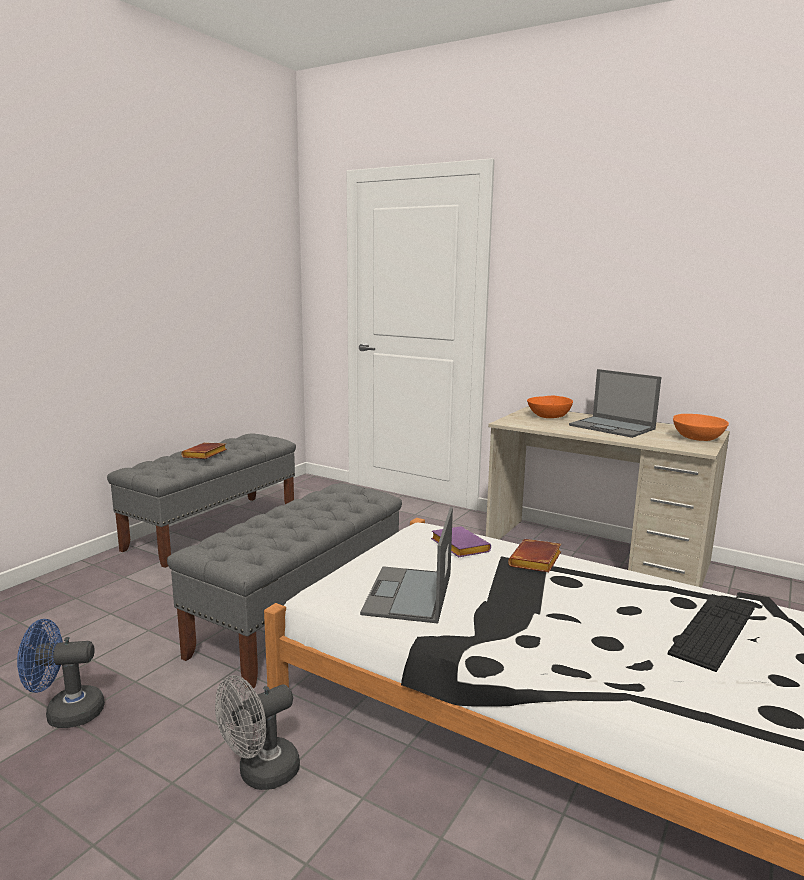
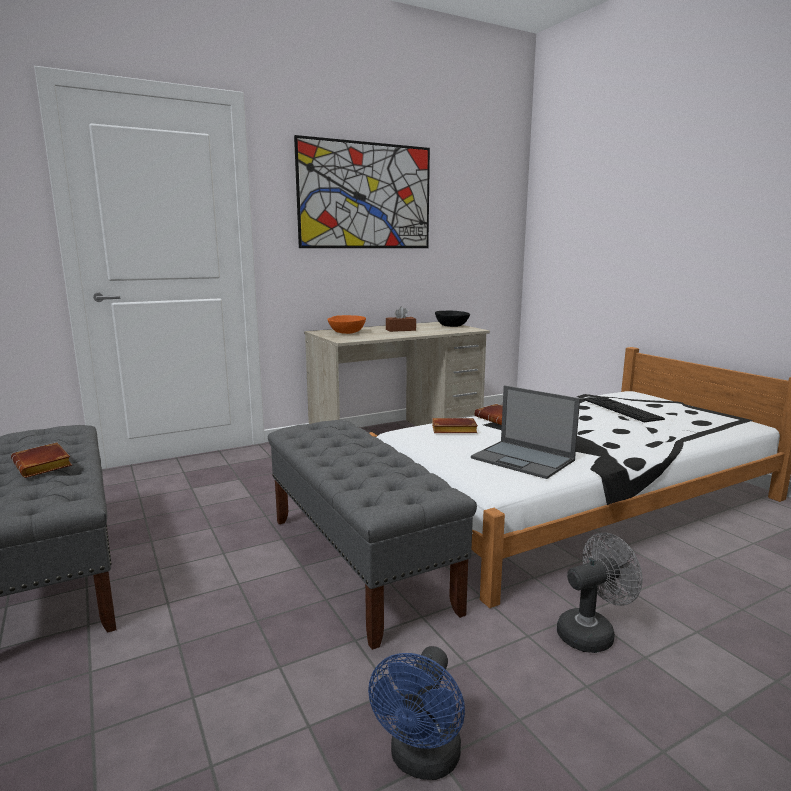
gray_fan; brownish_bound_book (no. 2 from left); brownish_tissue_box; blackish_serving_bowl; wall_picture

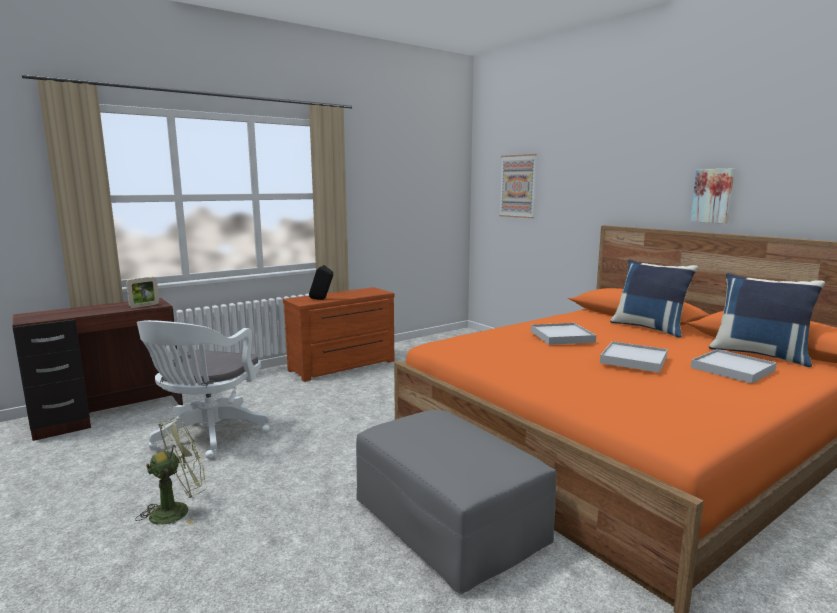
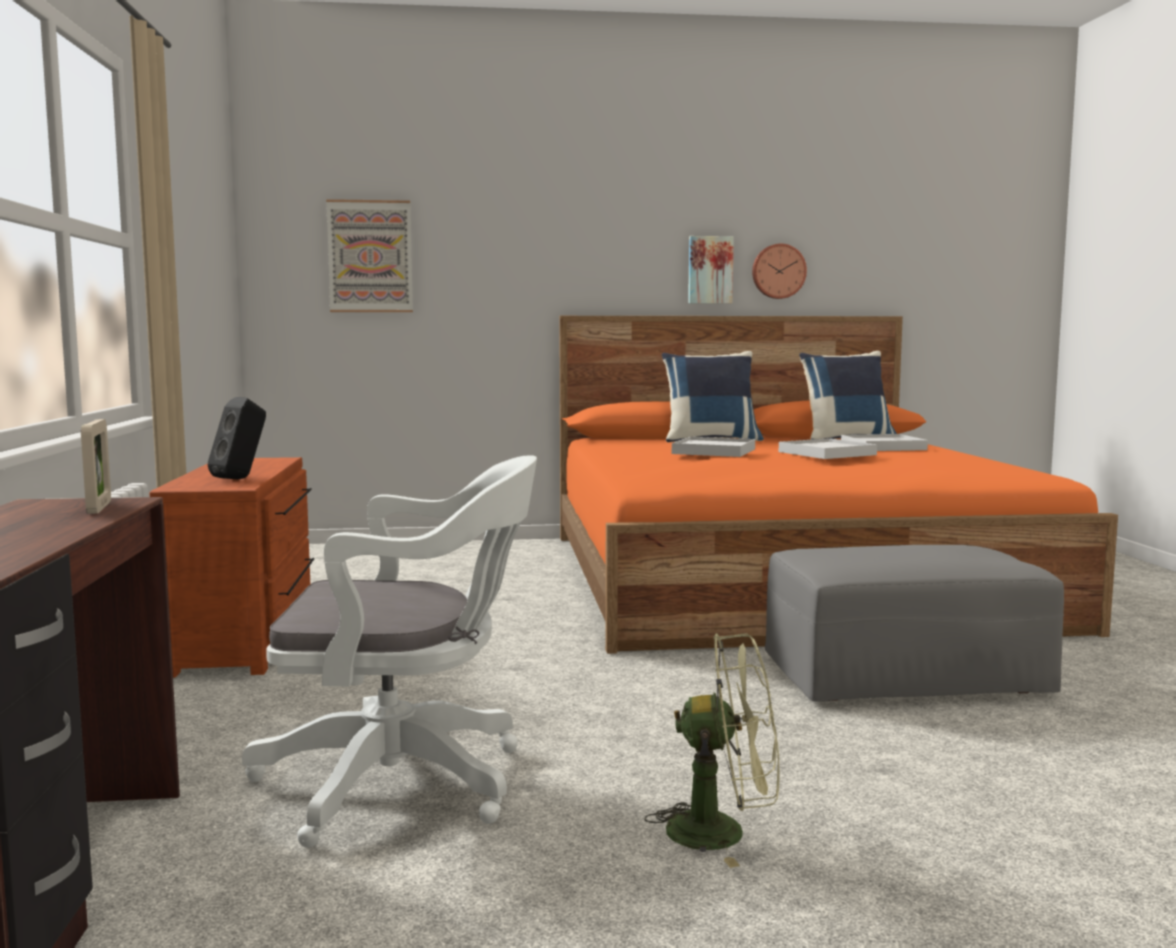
green_fan; white_office_chair; hanging_clock

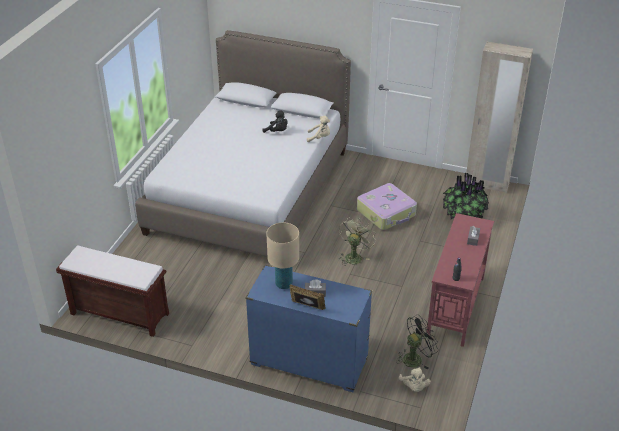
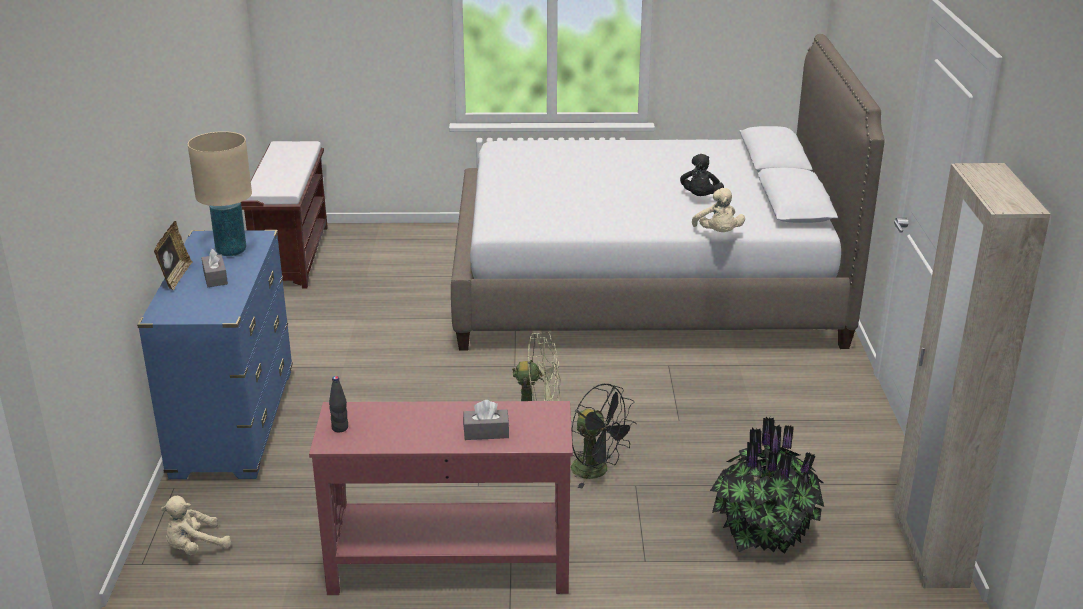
travel_case; blackish_fan

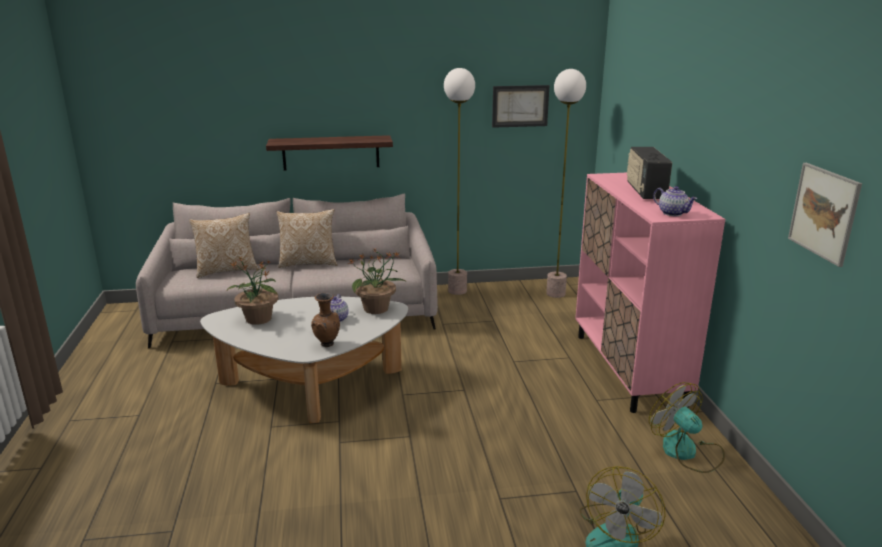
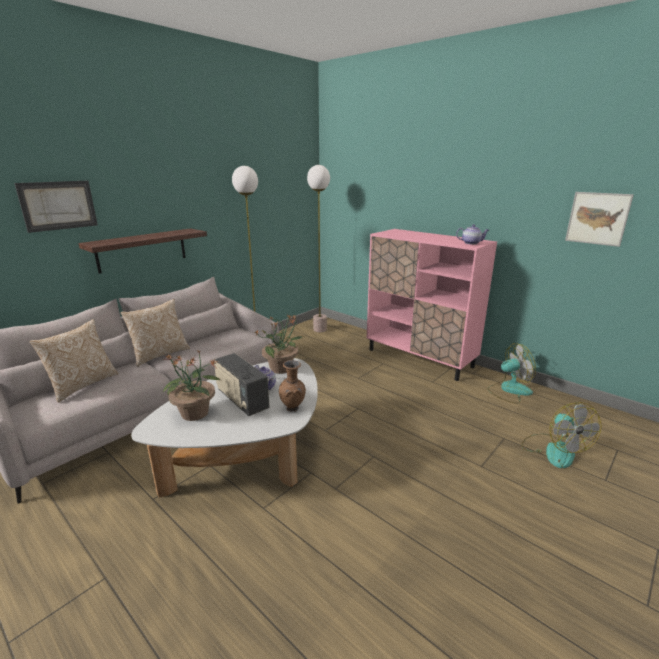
wall_picture (no. 1 from left); radio_set; fan (no. 1 from left)

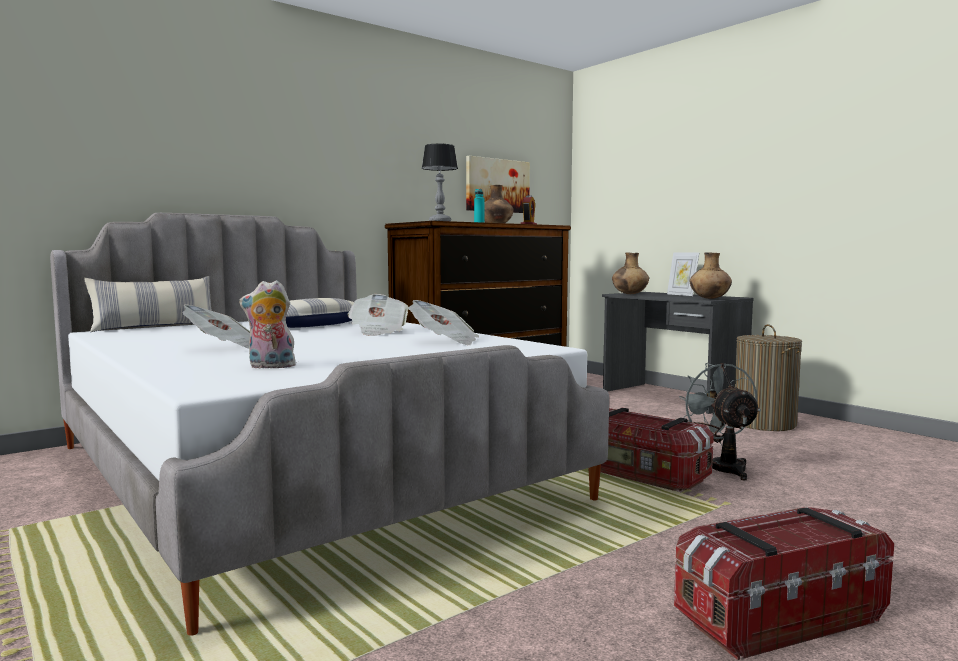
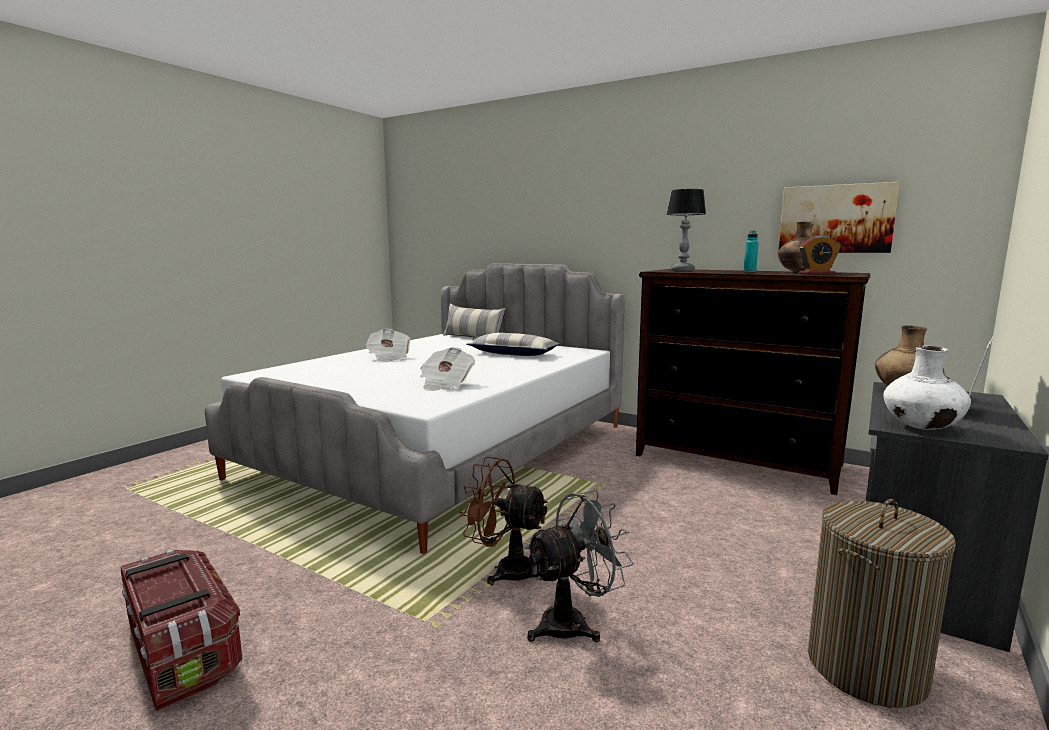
cuddly_toy; newspaper (no. 2 from left in the first image); brownish_fan; white_vase

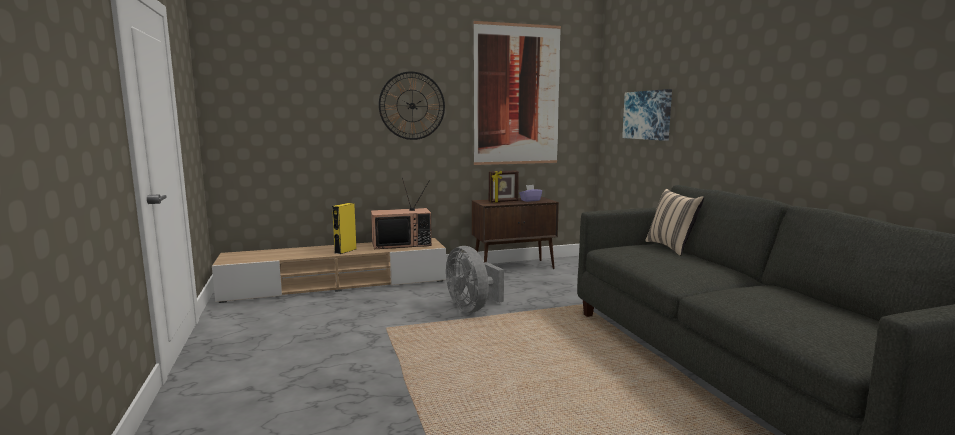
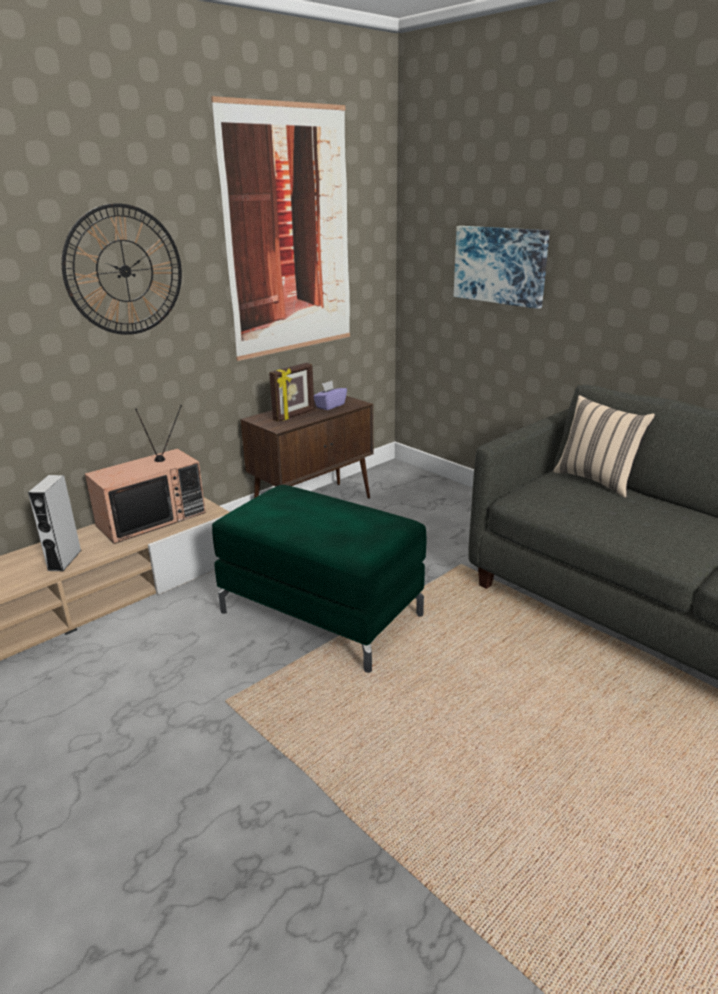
gray_loudspeaker; green_ottoman

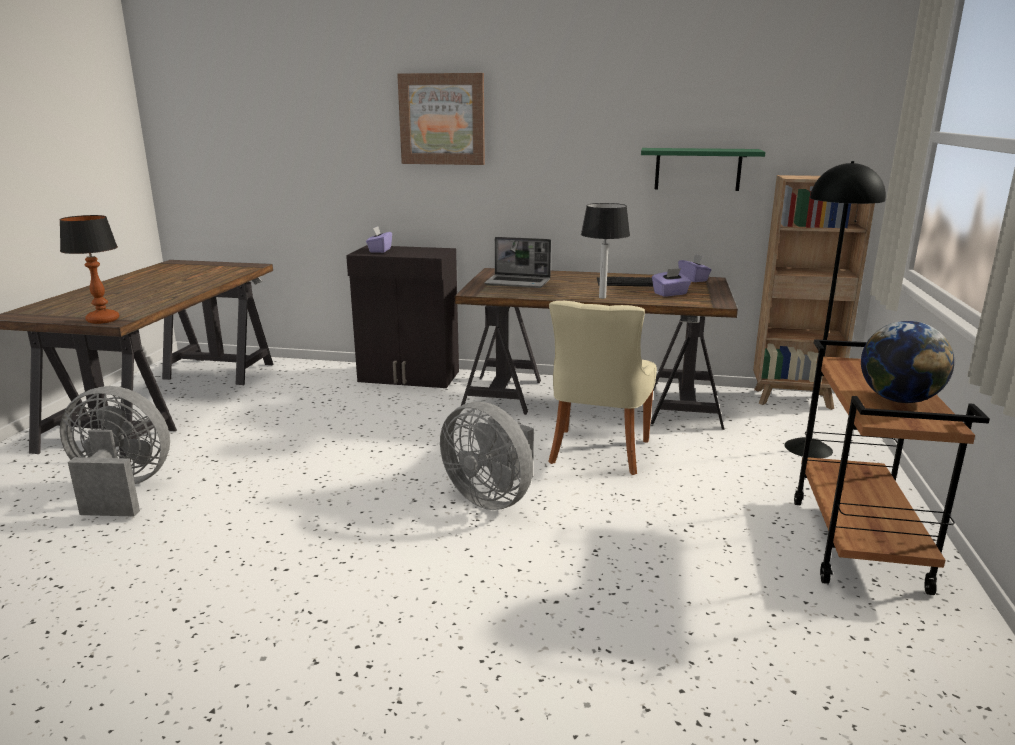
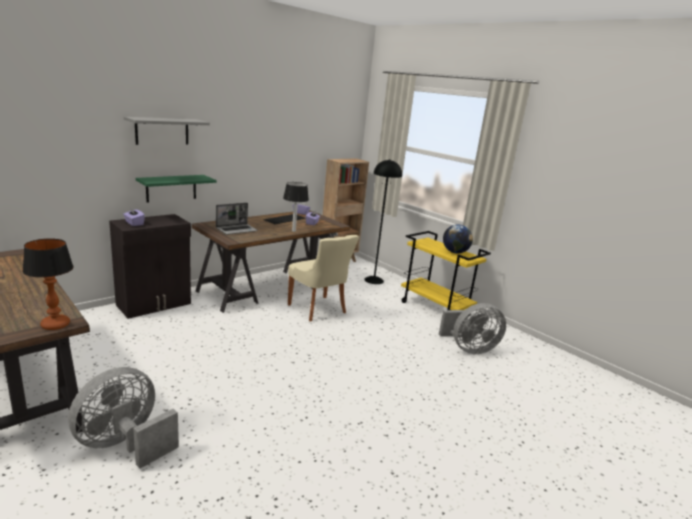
gray_bracket_shelf; gray_fan (no. 2 from left); green_bracket_shelf; yellowish_wheeled_cart

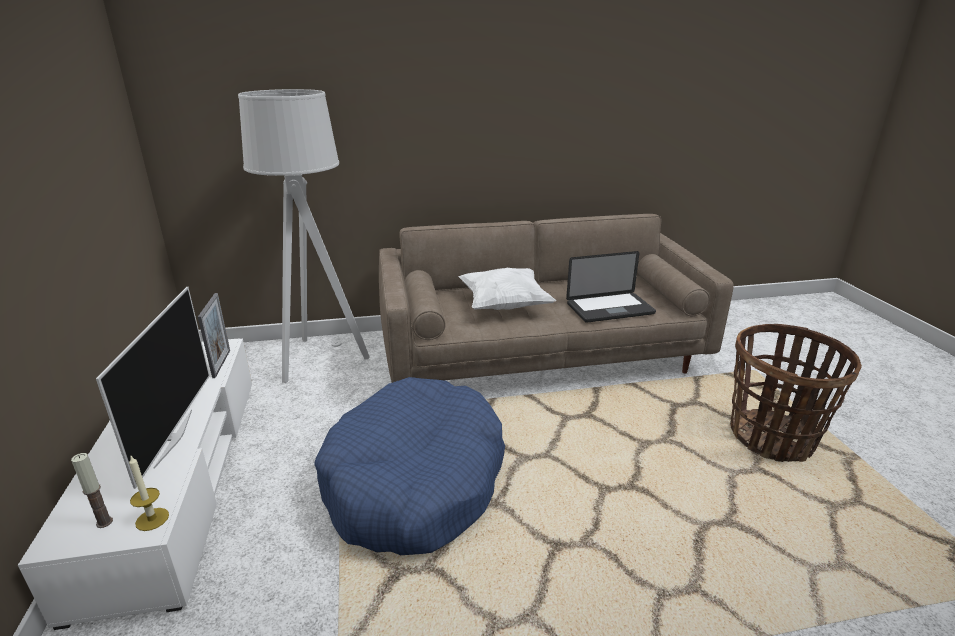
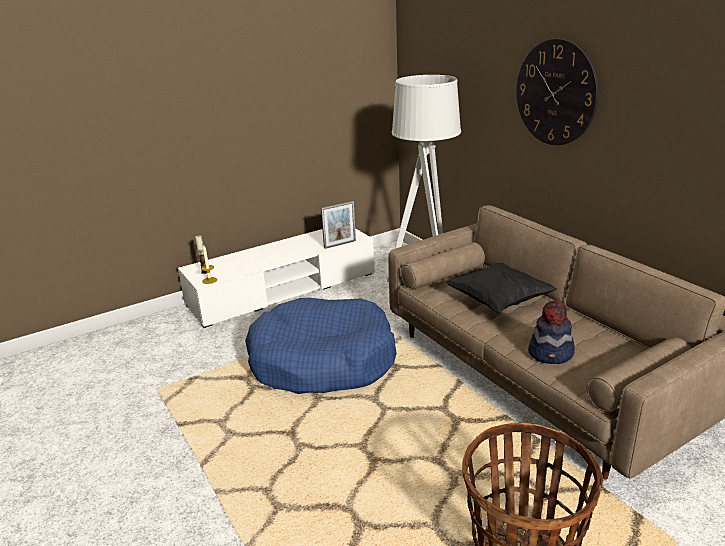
television; blackish_pillow; hat; hanging_clock

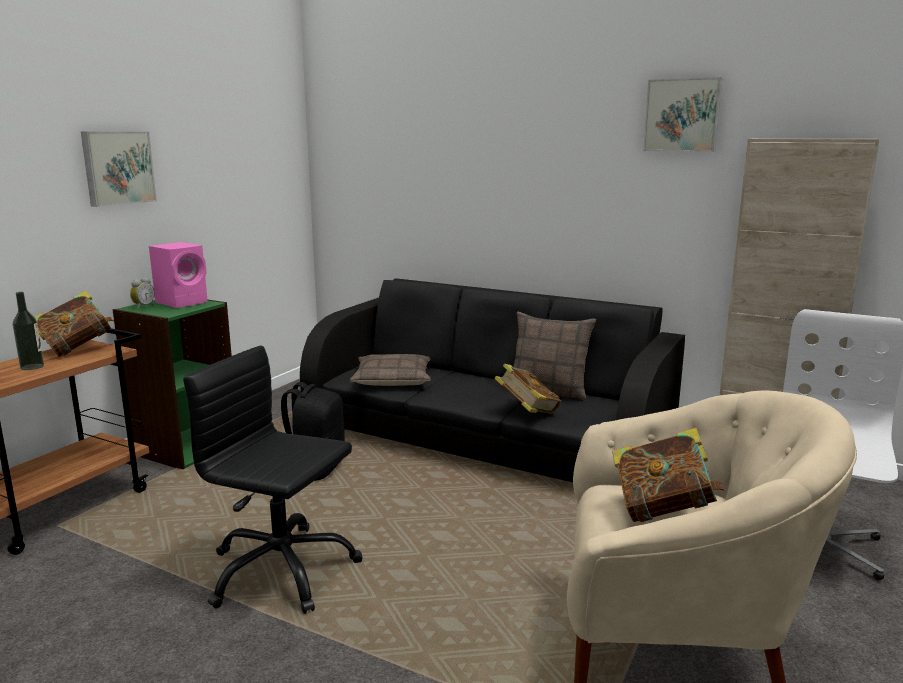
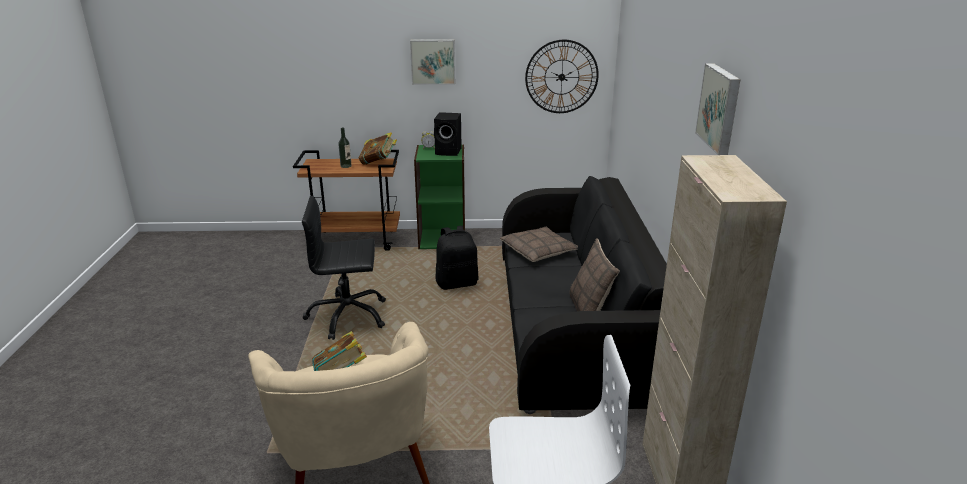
blackish_loudspeaker; blackish_office_chair; bound_book (no. 2 from left in the first image); hanging_clock

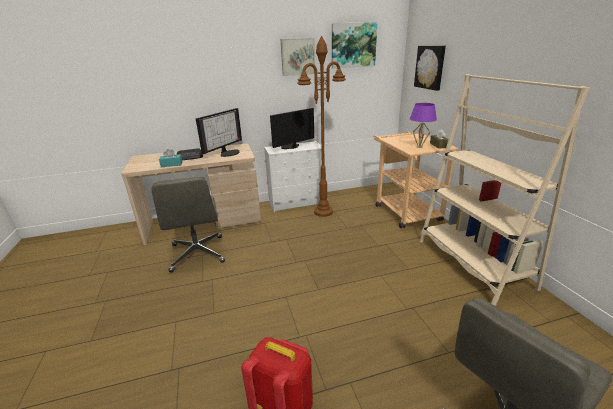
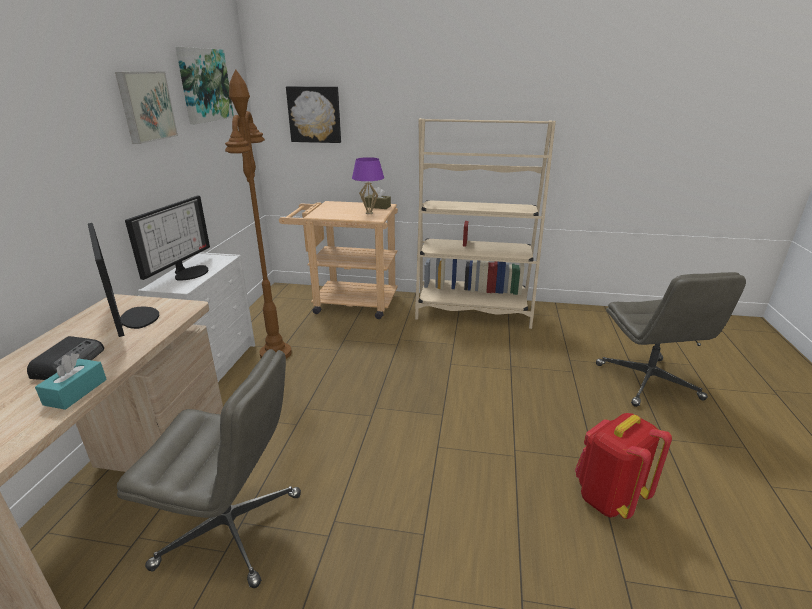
computer_screen (no. 2 from left)

